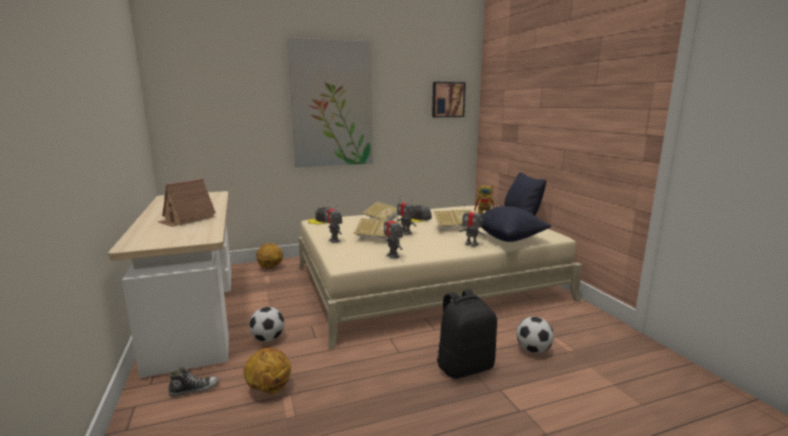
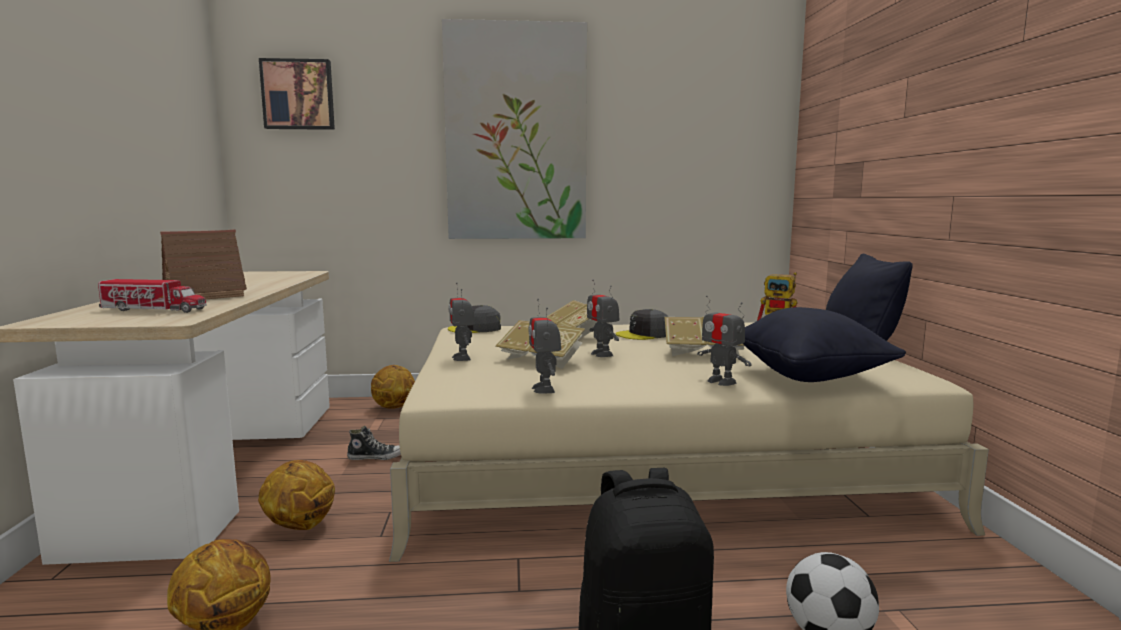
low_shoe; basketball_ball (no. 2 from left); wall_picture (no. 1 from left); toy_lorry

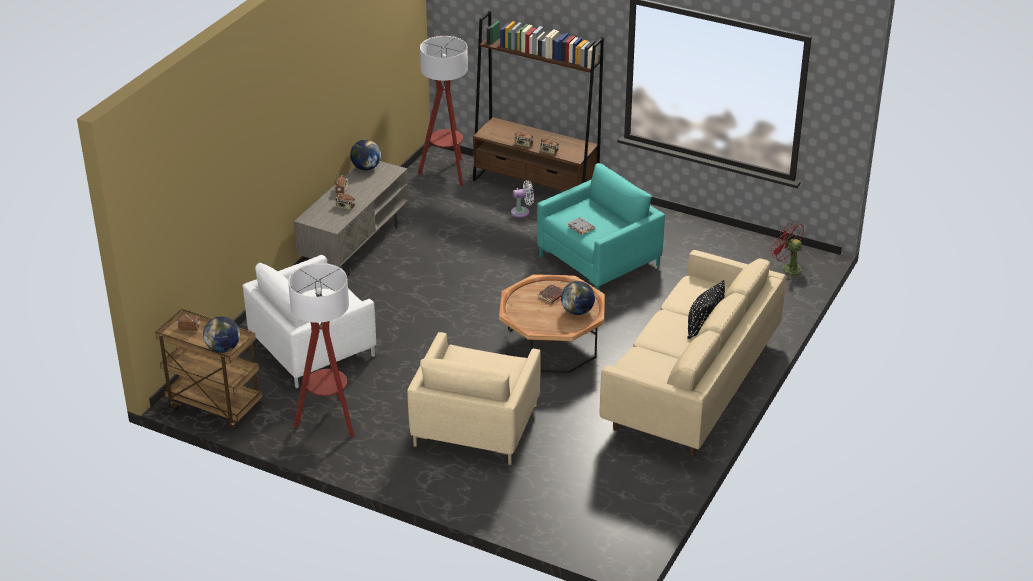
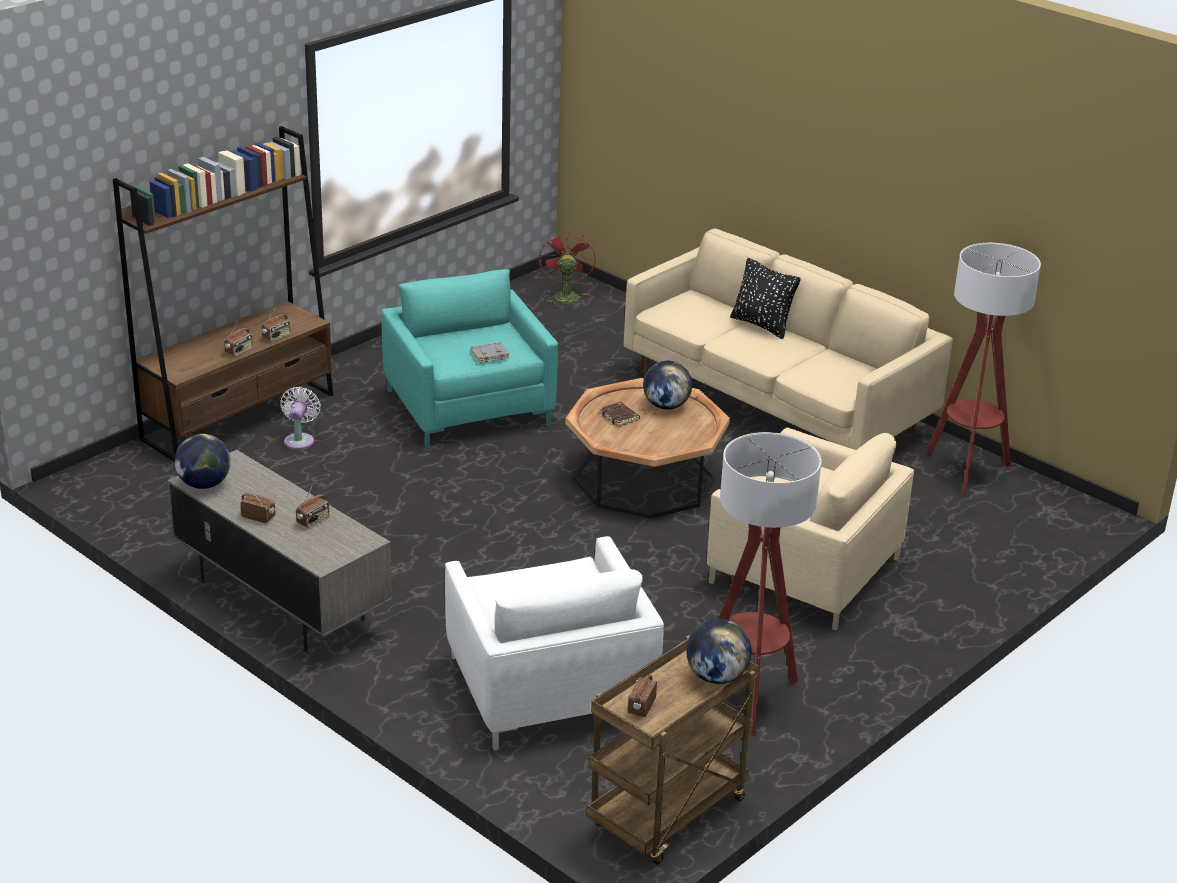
floor_lamp (no. 2 from left); red-coloured_fan

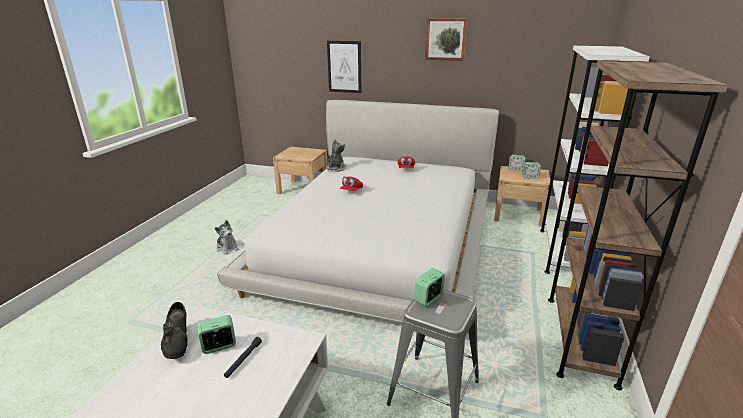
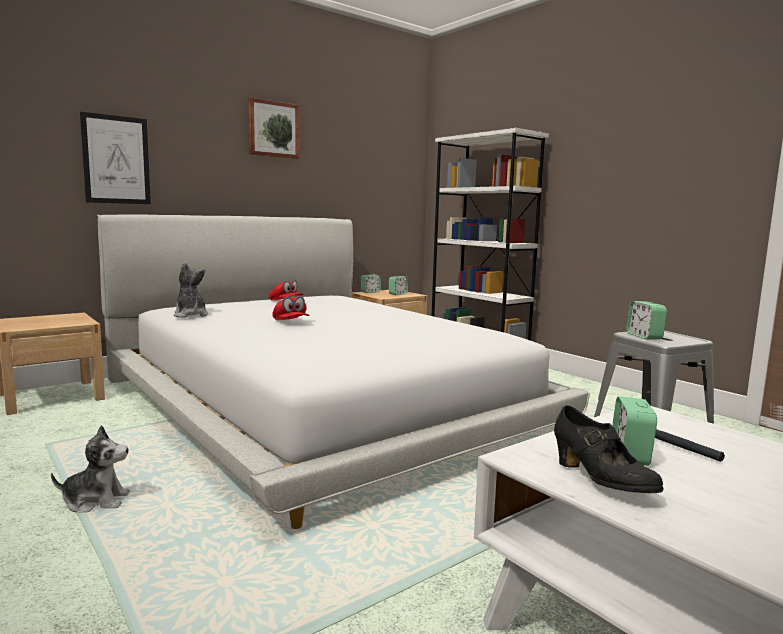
blackish_low_shoe; brownish_bookshelf

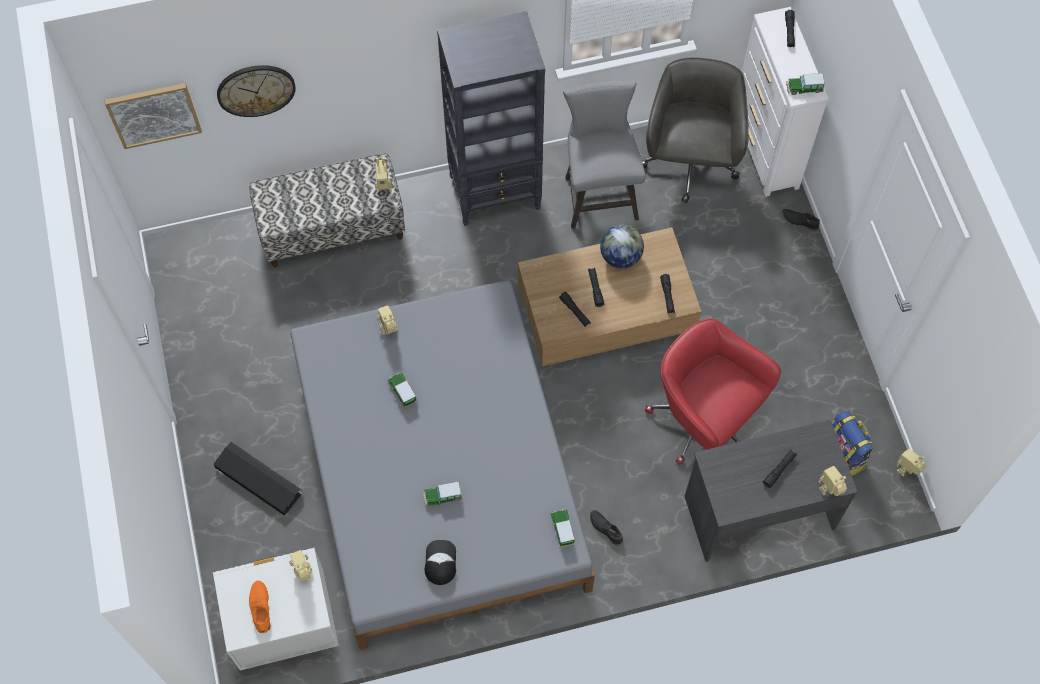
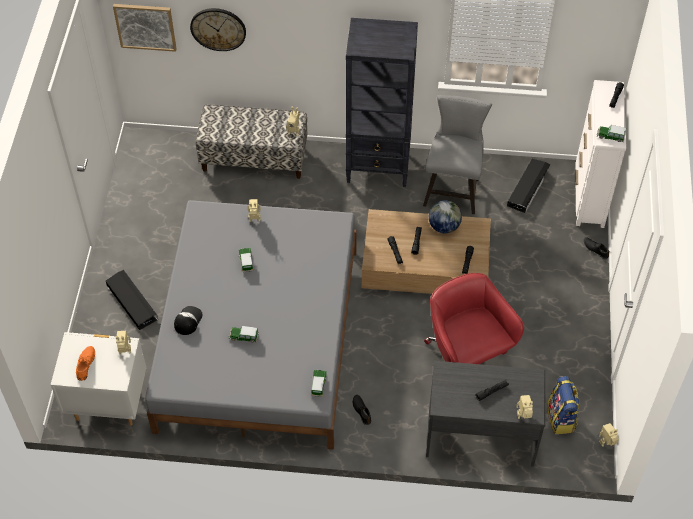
cap; blackish_storage_box (no. 2 from left)

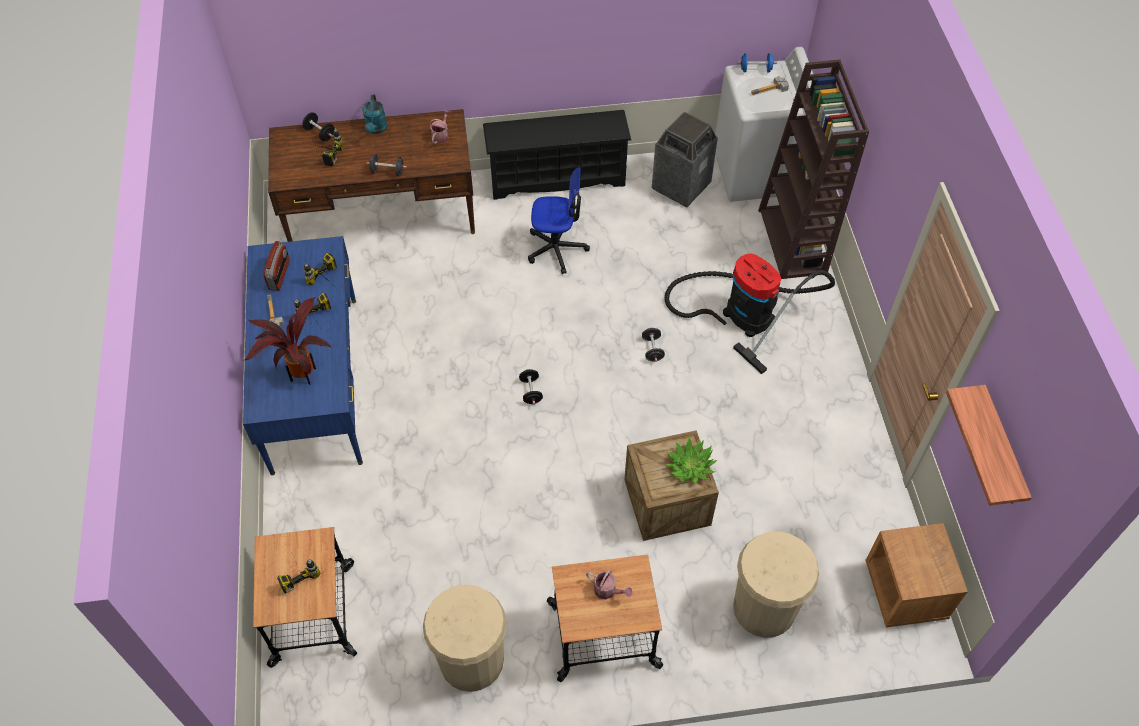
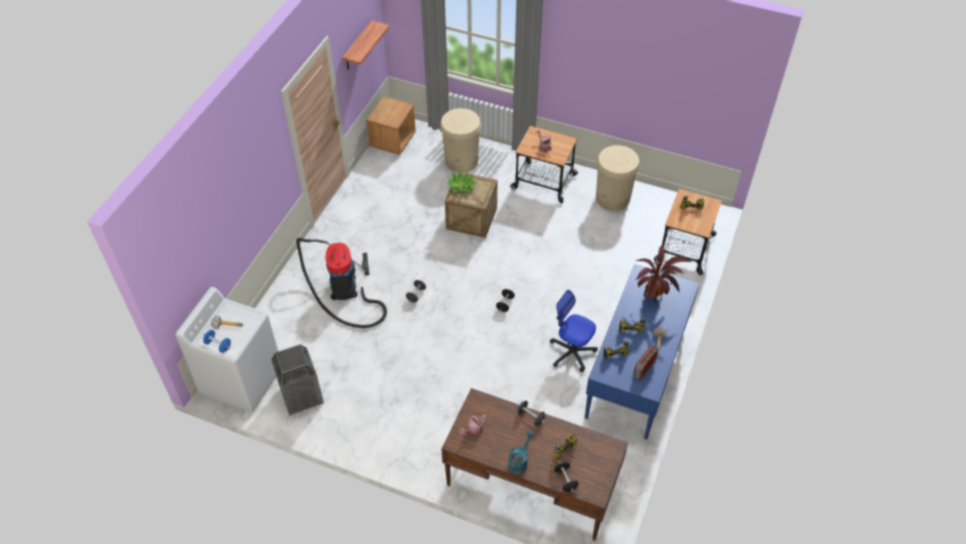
blackish_shoe_shelf; office_chair; brownish_bookshelf

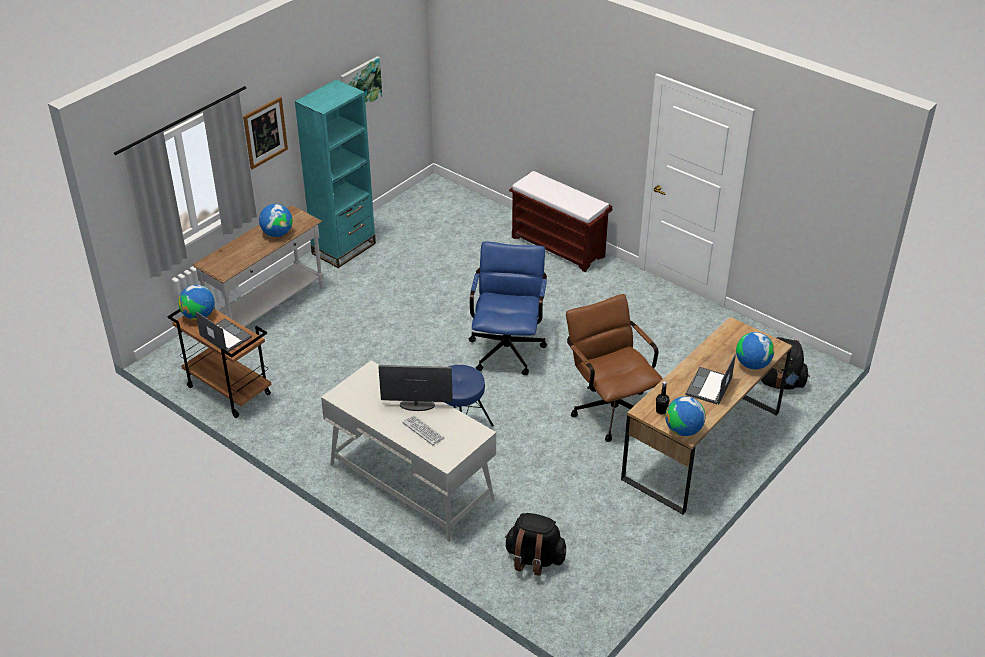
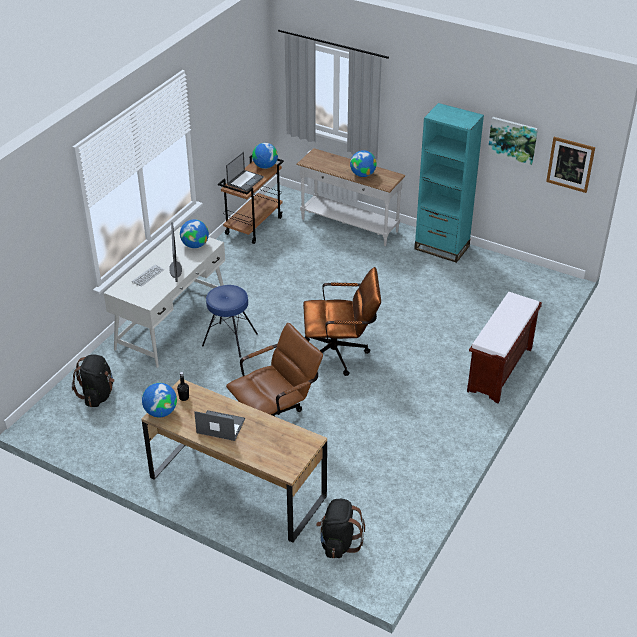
wall_picture (no. 2 from left); brownish_office_chair (no. 2 from left); globe (no. 2 from left)

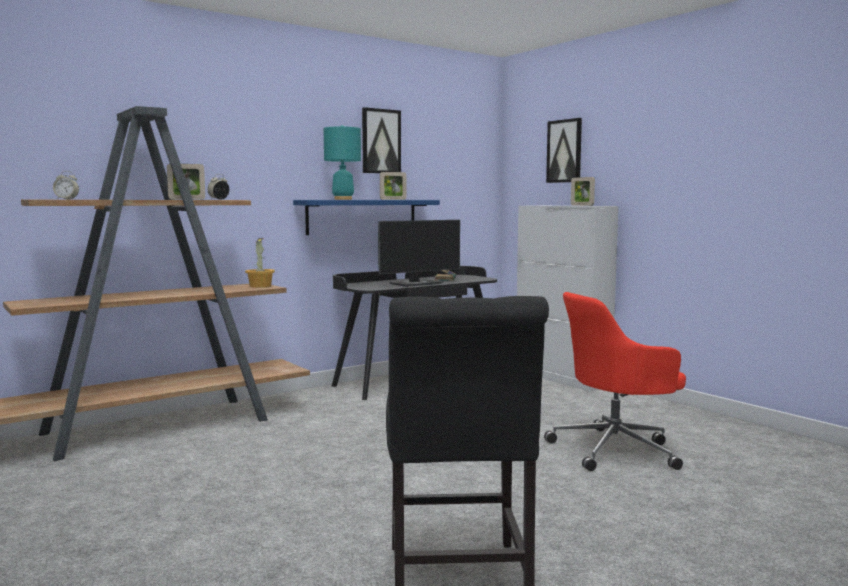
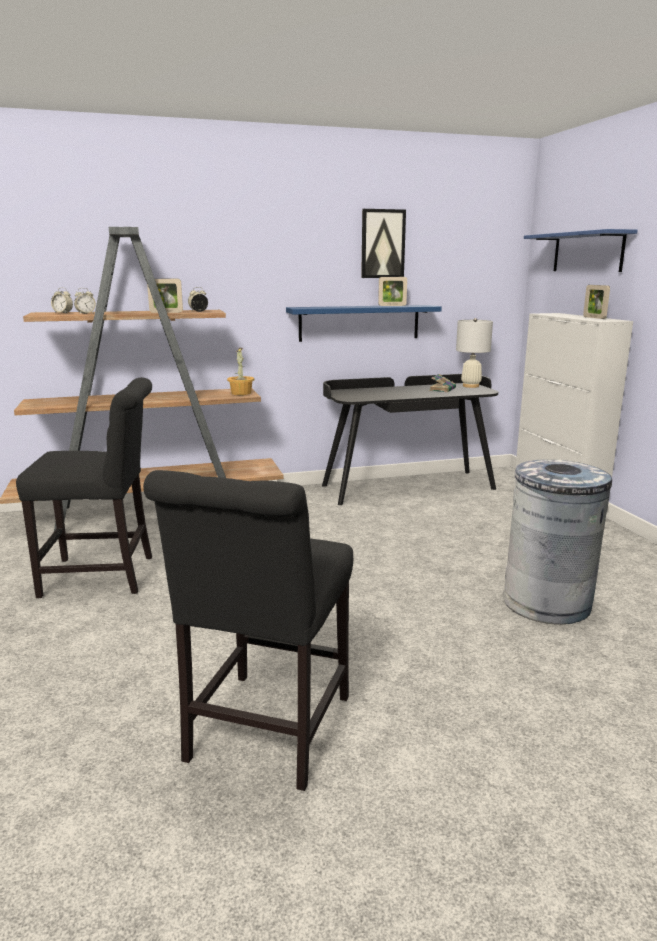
turquoise_tabletop_lamp; computer_screen; gray_waste_bin; bluish_bracket_shelf (no. 2 from left); blackish_chair (no. 1 from left); bedside_clock (no. 2 from left); white_tabletop_lamp

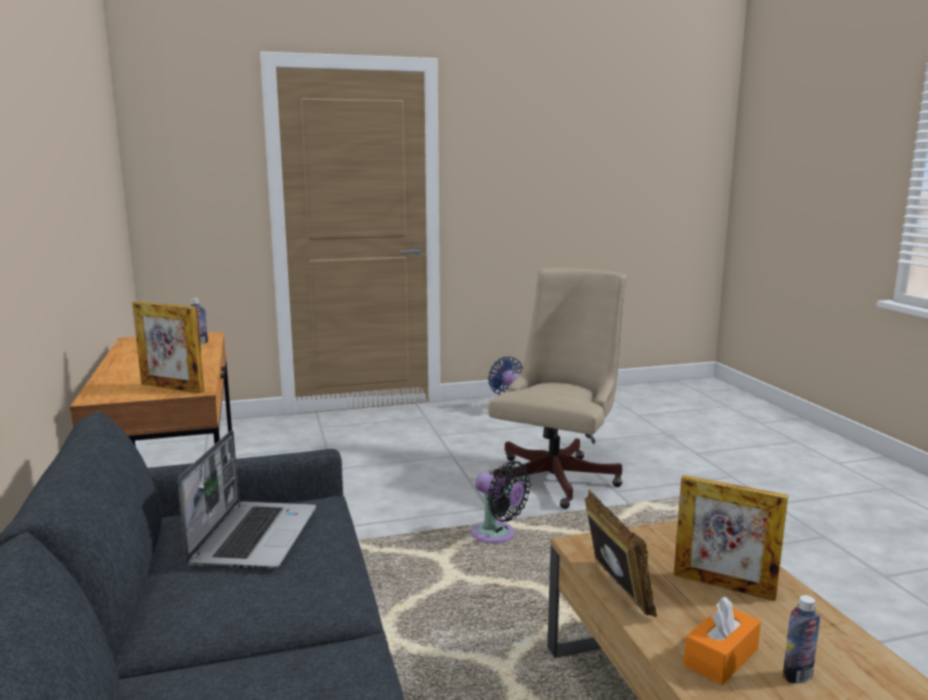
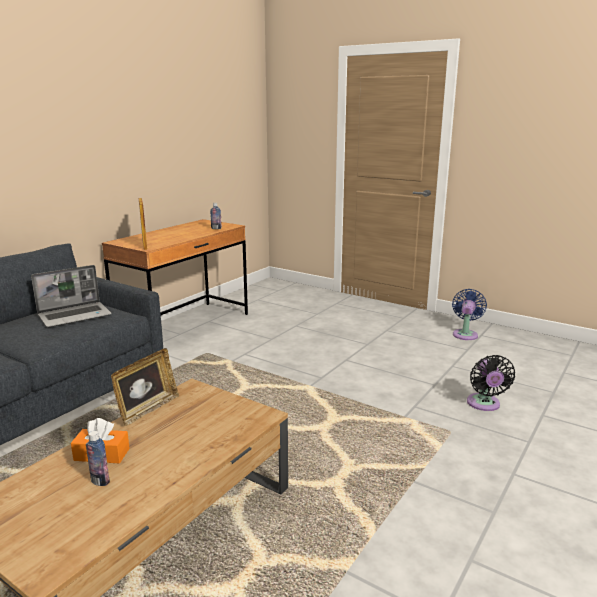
blackish_fan; beige-coloured_office_chair; picture_frame (no. 3 from left in the first image)

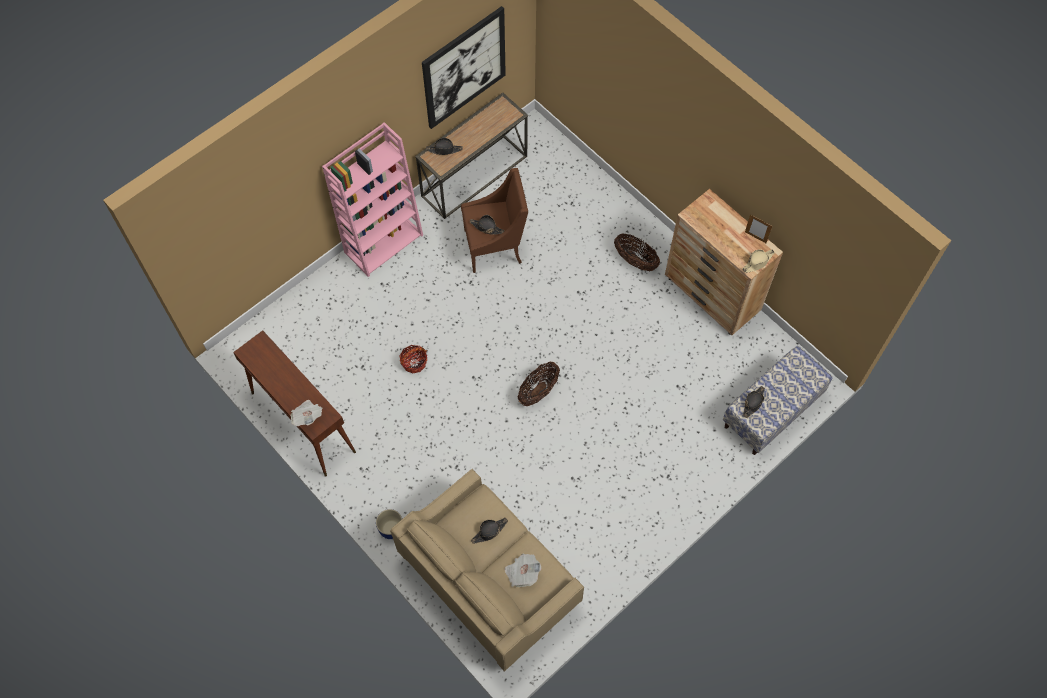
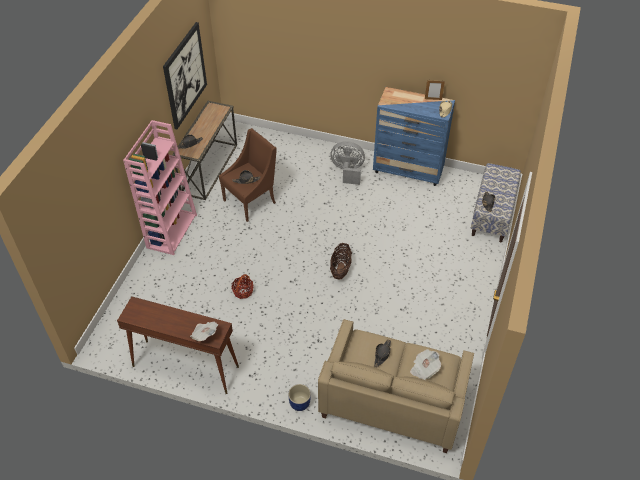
gray_fan; bluish_dresser

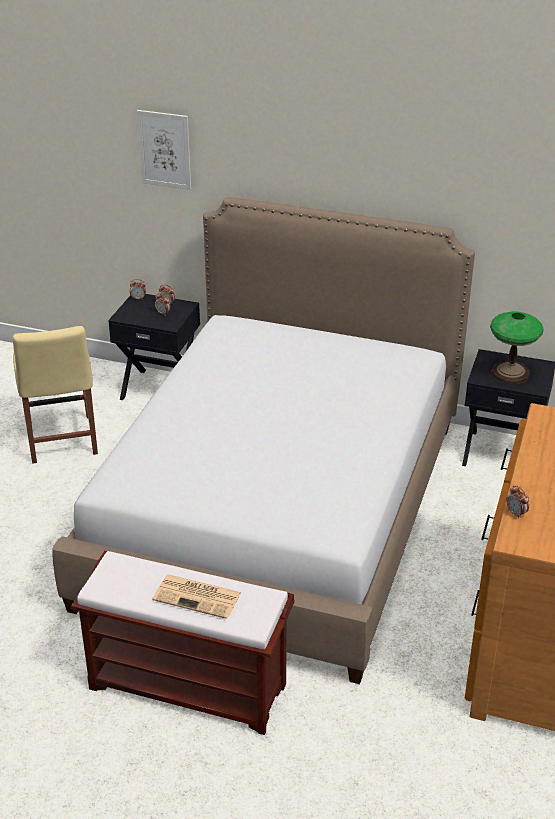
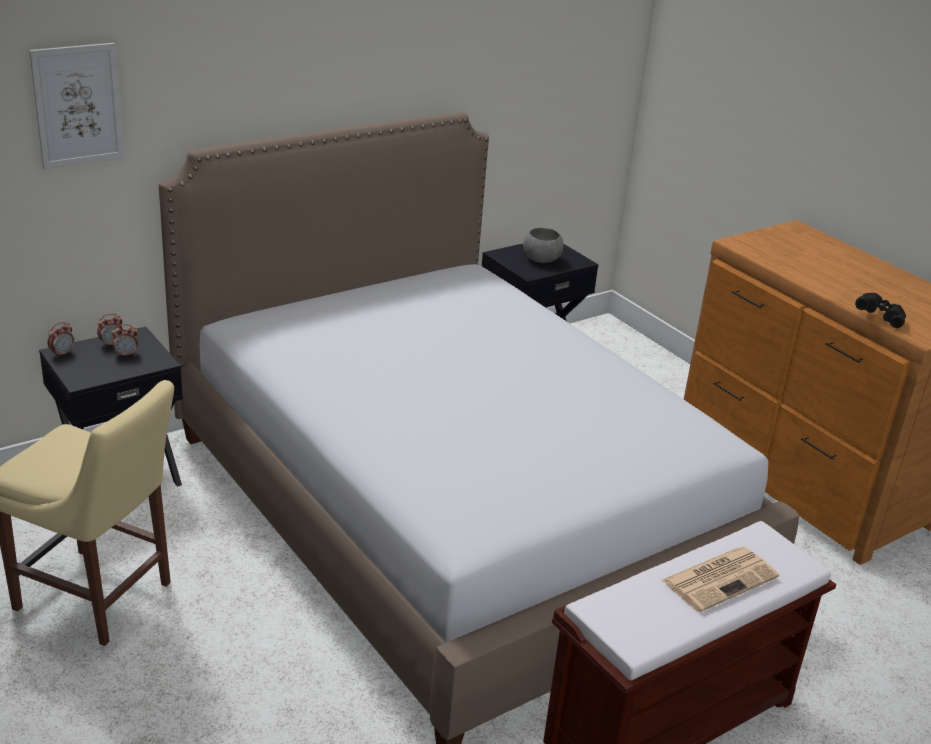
gray_serving_bowl; blackish_binoculars

